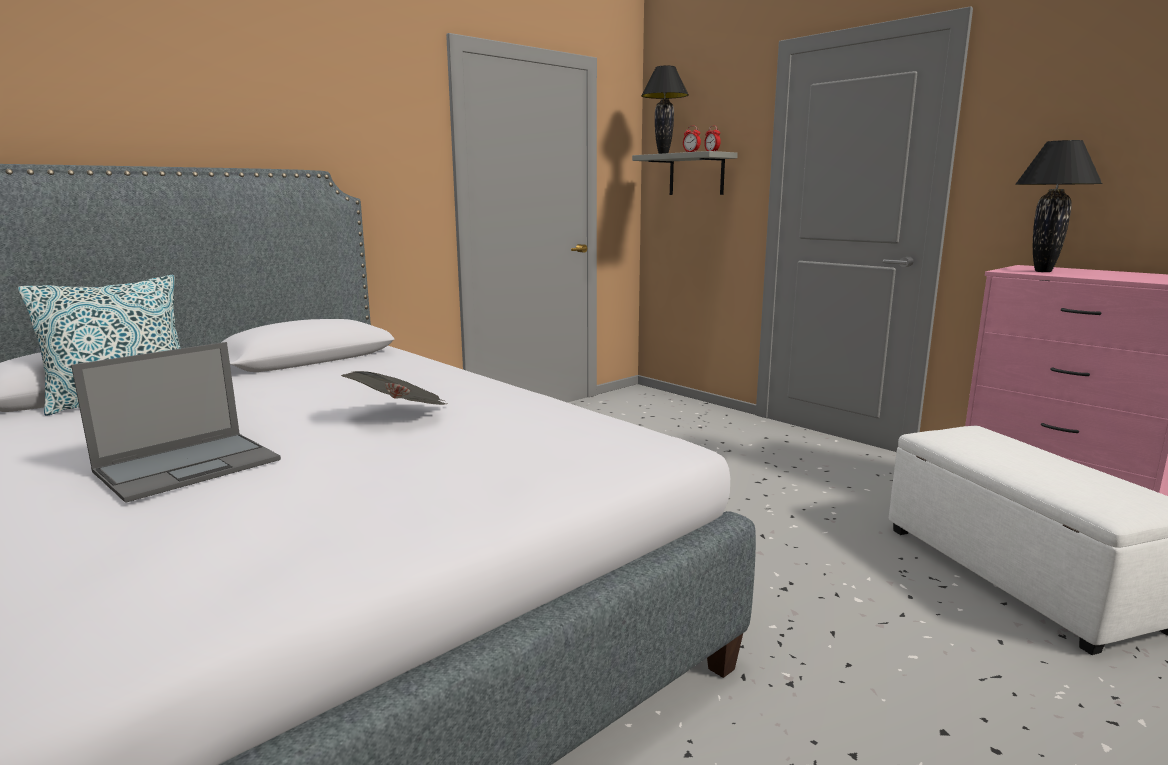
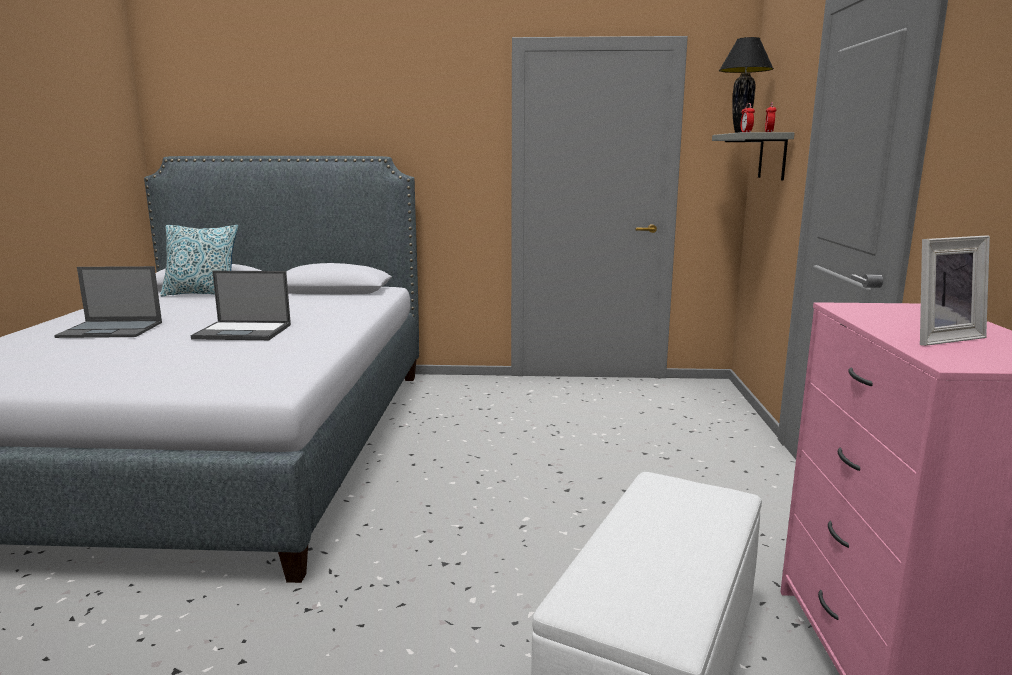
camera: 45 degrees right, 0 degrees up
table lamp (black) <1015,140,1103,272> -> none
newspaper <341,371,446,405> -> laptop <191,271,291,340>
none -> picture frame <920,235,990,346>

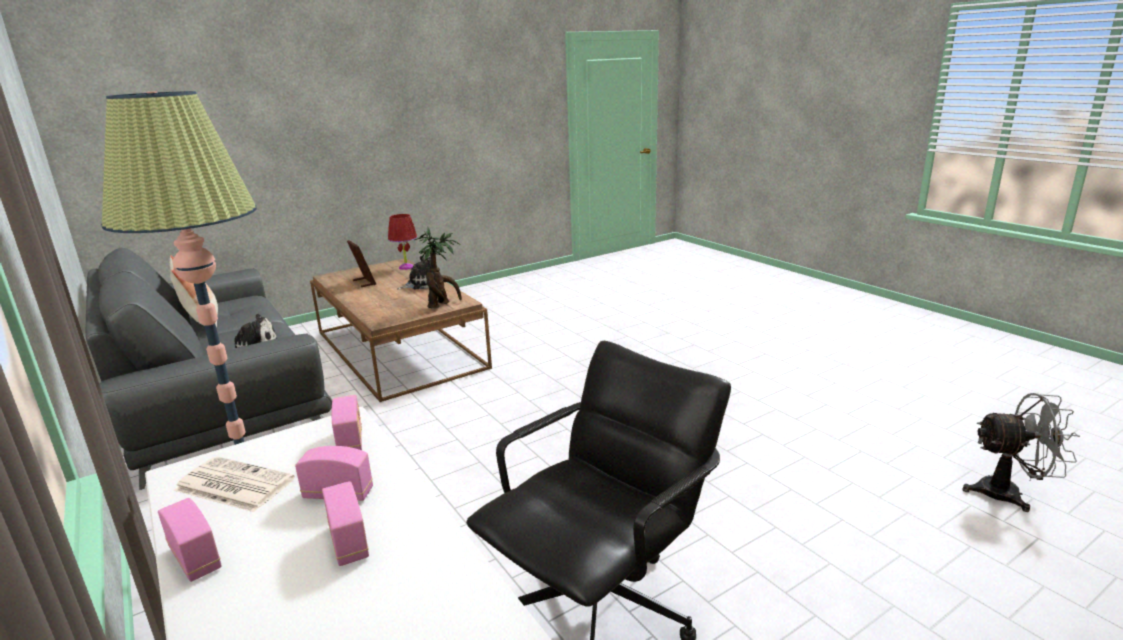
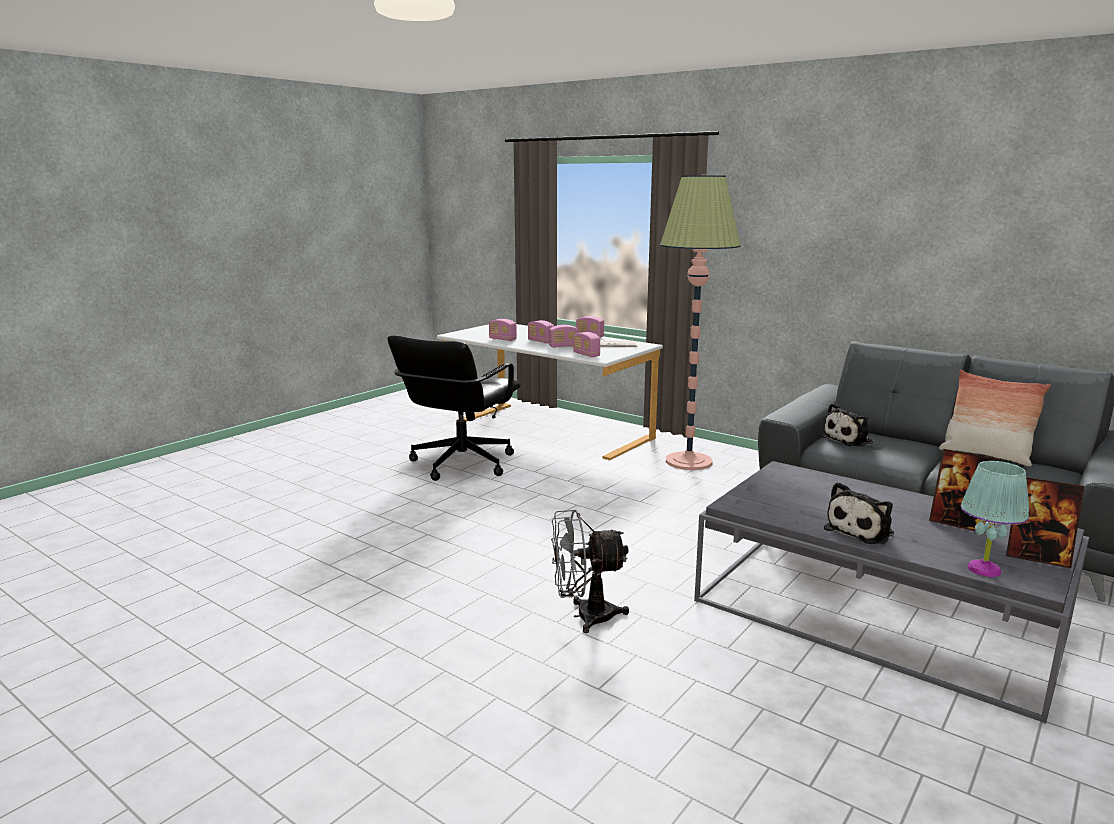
camera: 160 degrees right, 5 degrees down
table lamp (red) <388,214,417,270> -> table lamp (turquoise) <961,461,1029,577>
potted plant <414,227,462,308> -> none
coffee table (brown) <310,259,492,403> -> coffee table (grey) <694,461,1089,724>
fan (grey) <963,393,1080,512> -> fan (grey) <551,510,629,633>, relocated
none -> radio <489,319,517,341>
none -> picture frame <1006,477,1084,568>

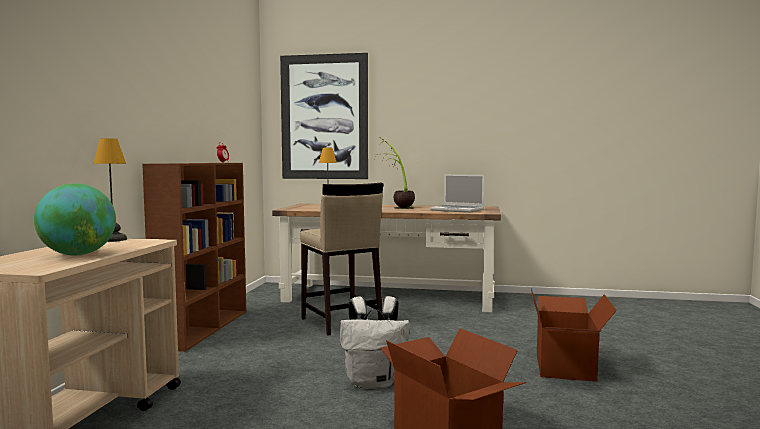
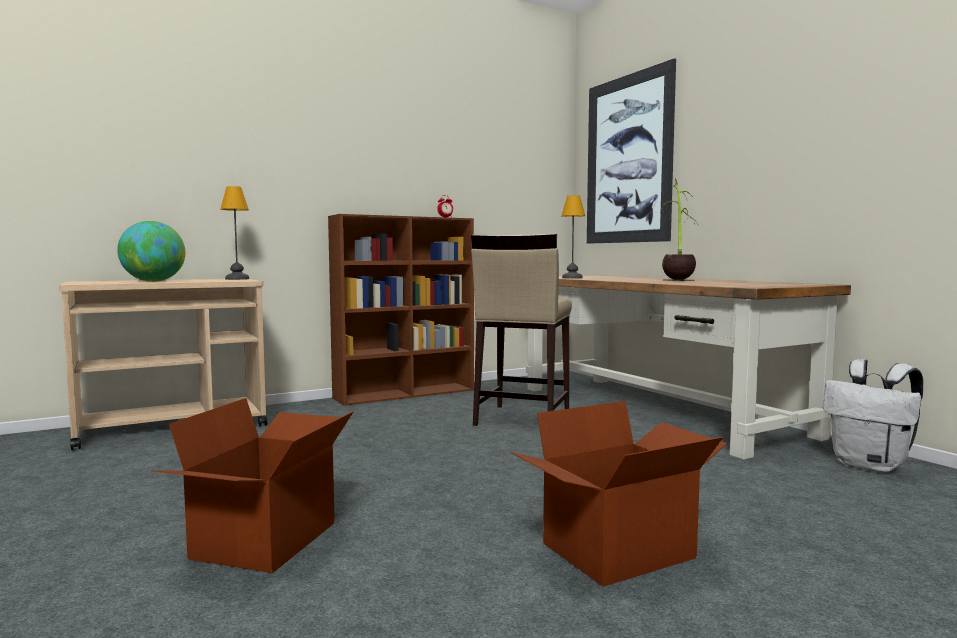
camera: 50 degrees right, 0 degrees up
laptop <430,174,484,213> -> none
backpack (white) <340,296,410,389> -> backpack (white) <823,359,923,473>, relocated

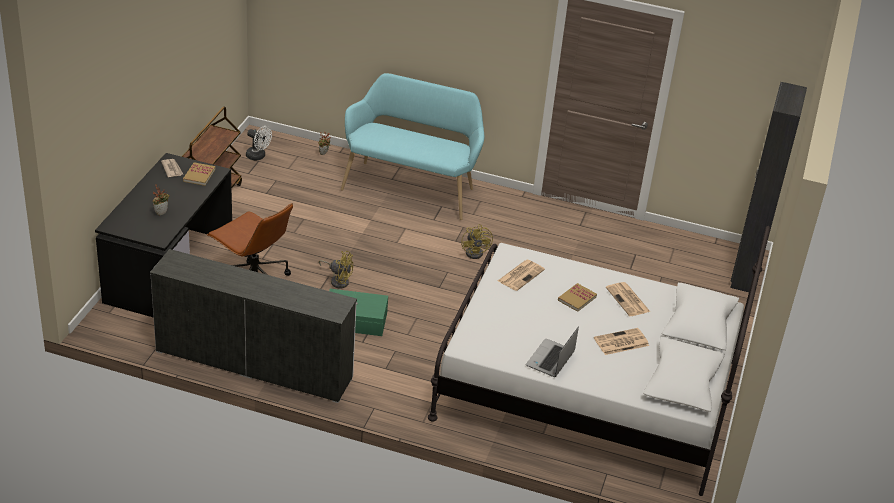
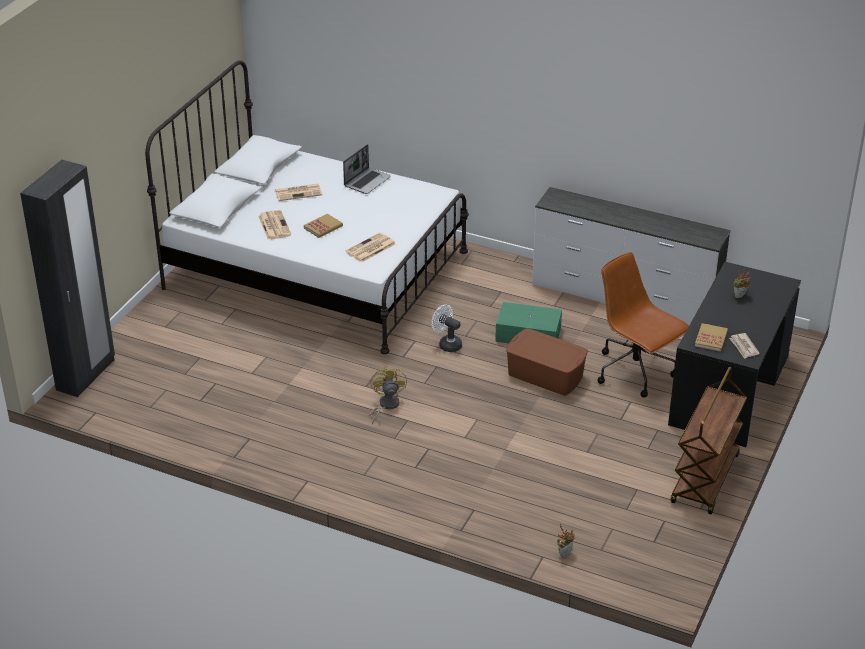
camera: 170 degrees left, 0 degrees up
bench (turquoise) <341,73,485,220> -> none
fan (white) <246,126,272,160> -> fan (white) <431,304,462,352>, relocated
fan (yellow) <319,251,353,288> -> storage box (brown) <506,328,588,396>

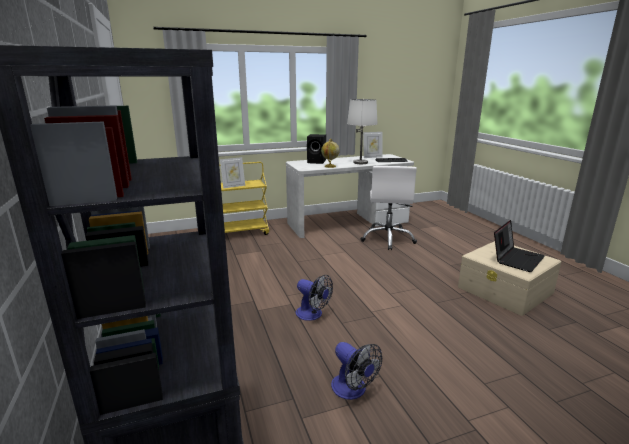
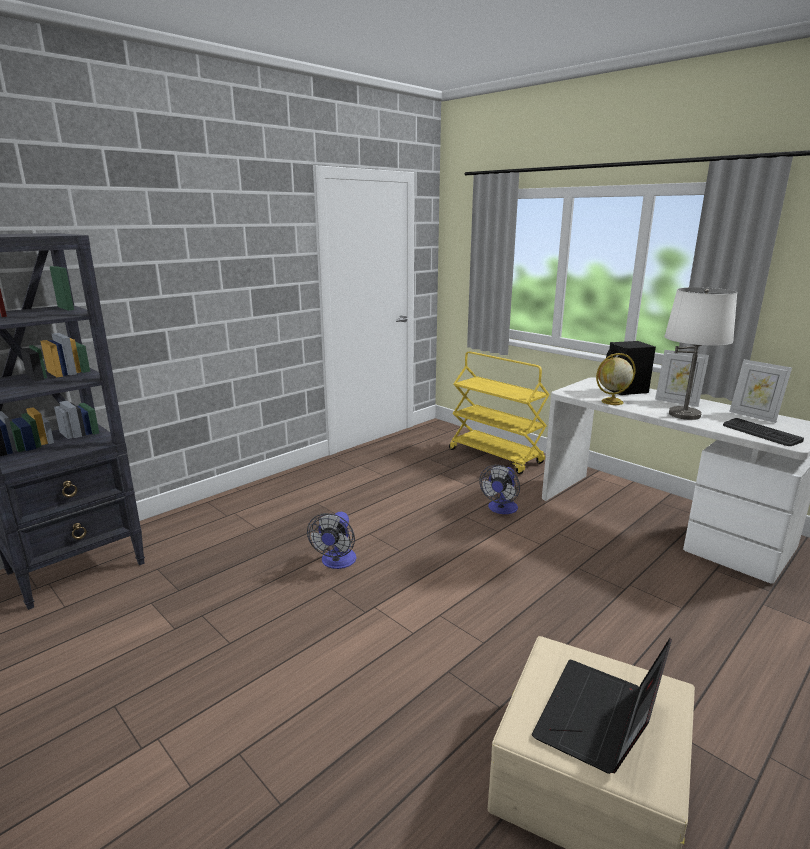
camera: 65 degrees right, 0 degrees up
picture frame <220,157,245,188> -> picture frame <655,350,709,407>, relocated
office chair (white) <360,166,417,250> -> none
laptop <494,220,545,272> -> laptop <532,638,672,774>, 105 degrees clockwise
fan <331,342,382,400> -> fan <479,465,520,514>, relocated

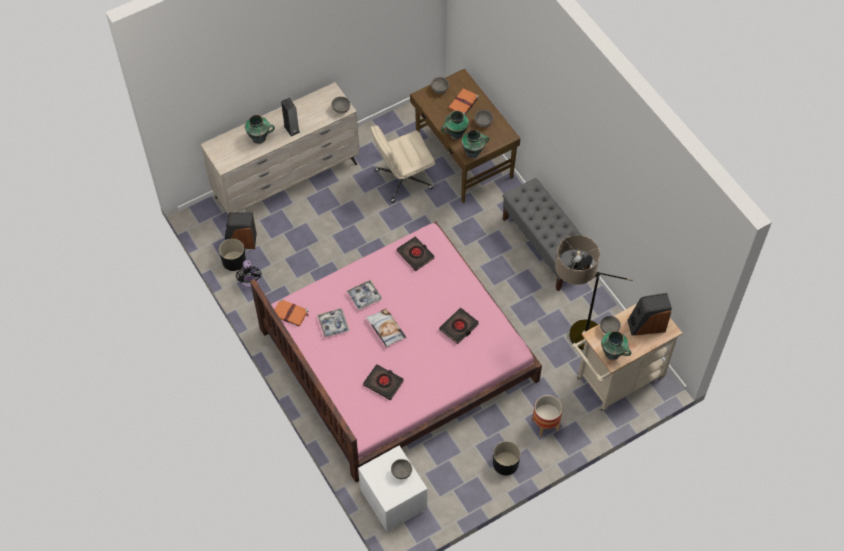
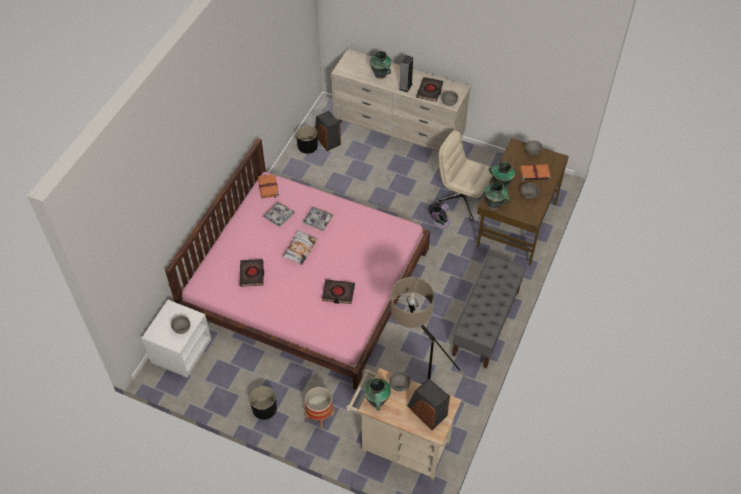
camera: 55 degrees right, 5 degrees down
book (black) <397,236,435,271> -> book (black) <416,77,443,102>, relocated
fan (black) <236,260,262,288> -> fan (black) <428,204,450,229>, relocated

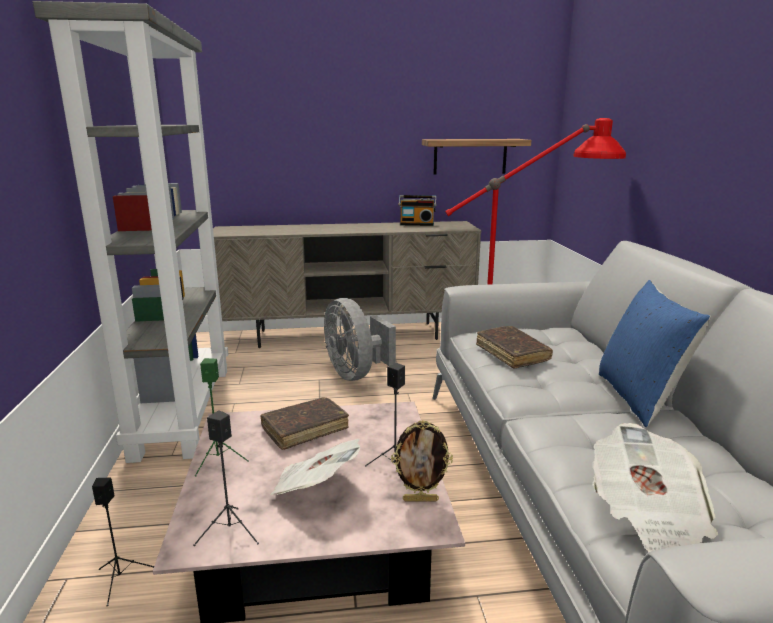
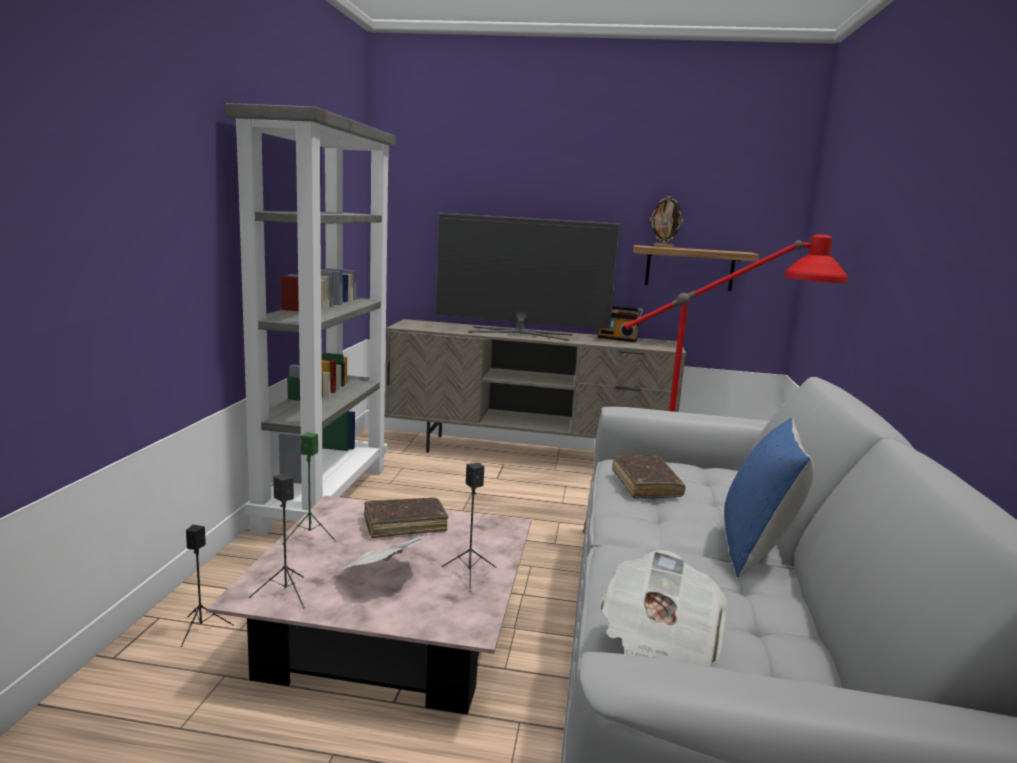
camera: 15 degrees right, 5 degrees down
fan (grey) <324,298,396,381> -> none
picture frame <391,420,453,501> -> picture frame <650,196,683,248>, relocated
none -> television <436,213,620,341>

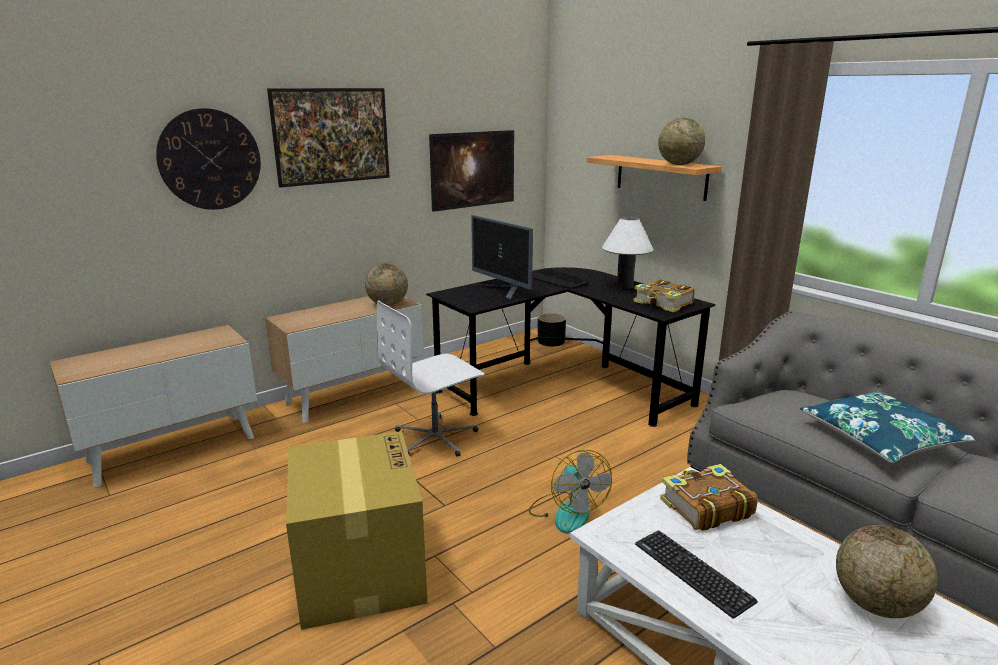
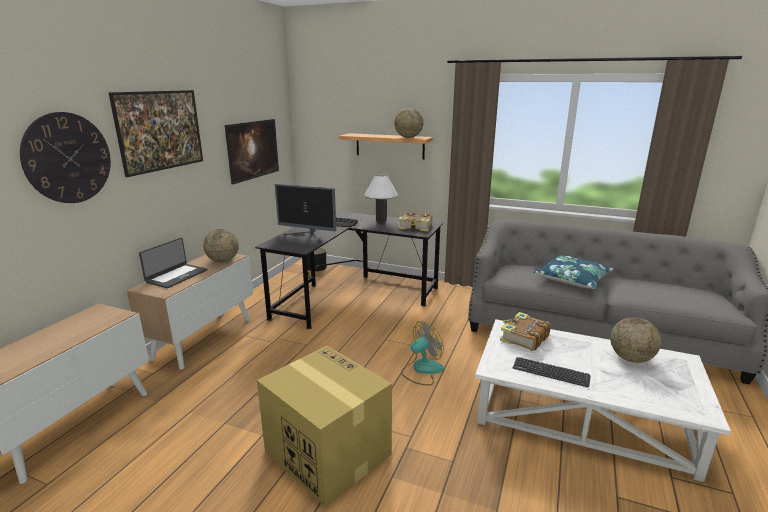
camera: 30 degrees left, 0 degrees up
office chair (white) <377,301,484,457> -> none
fan <529,450,612,534> -> fan <401,321,444,385>, 75 degrees counterclockwise
none -> laptop <139,237,207,288>

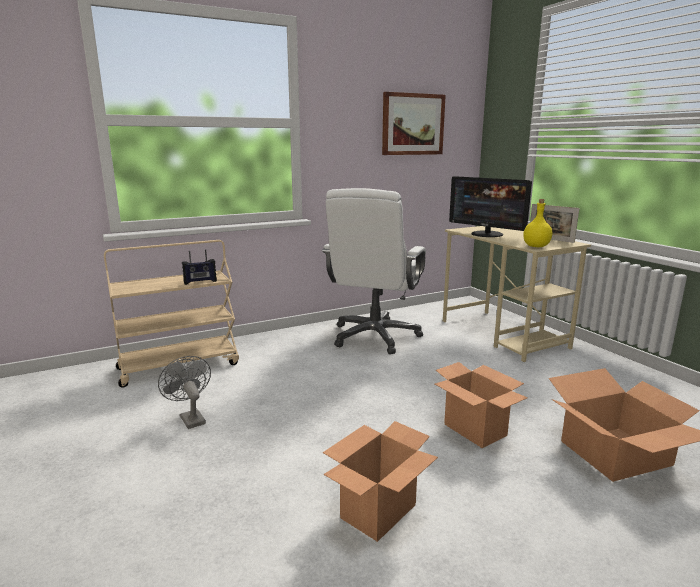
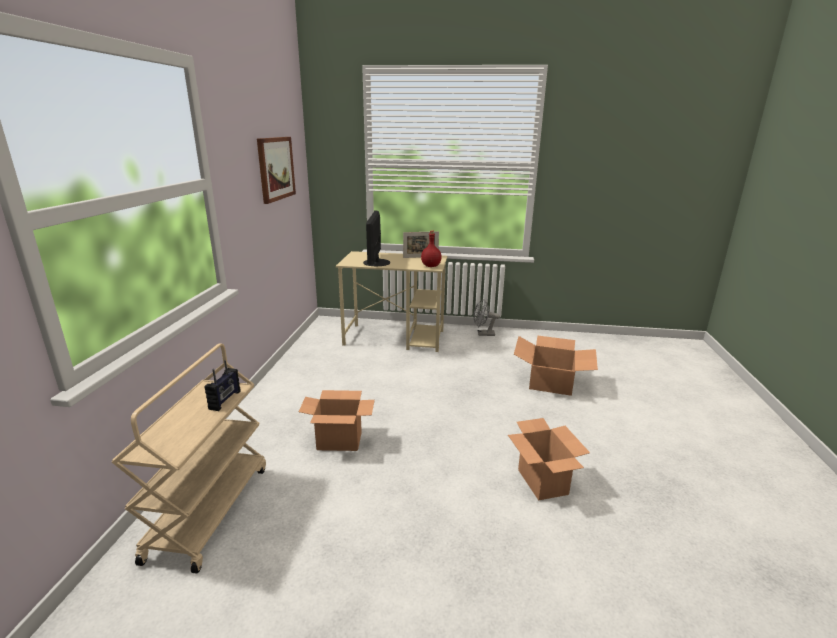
camera: 55 degrees left, 5 degrees up
monitor <449,176,532,237> -> monitor <363,210,390,266>, 105 degrees clockwise
office chair (white) <322,188,426,354> -> none
bottle (yellow) <523,199,552,247> -> bottle (red) <421,231,442,267>
fan (grey) <158,356,211,429> -> fan (grey) <473,299,500,336>, relocated
cardboard box <435,362,528,448> -> cardboard box <299,390,375,451>, relocated

